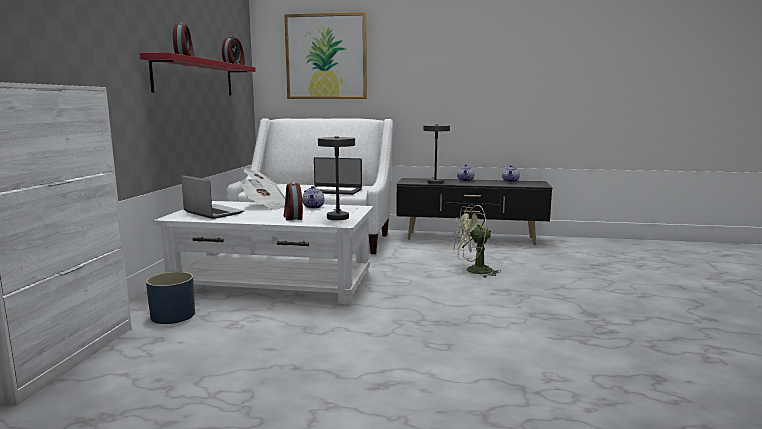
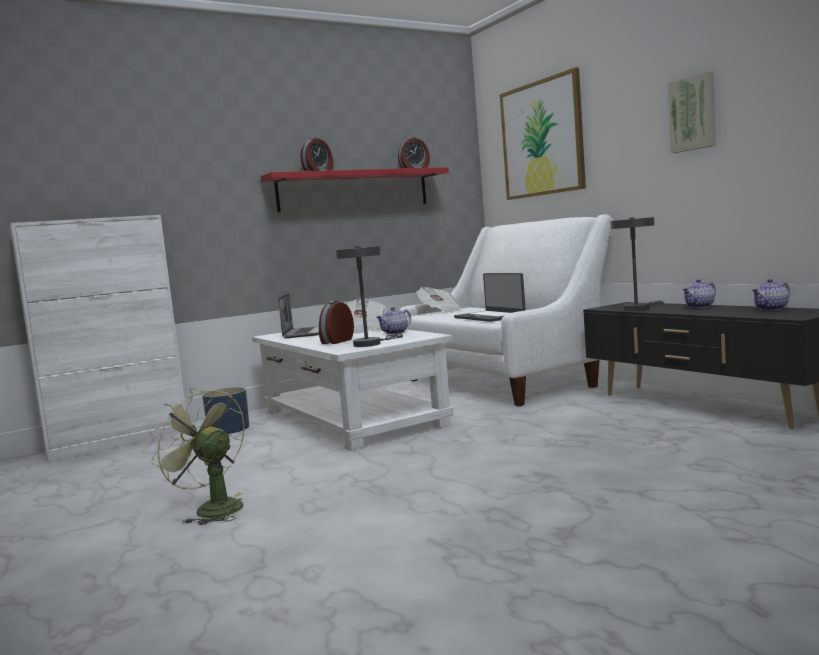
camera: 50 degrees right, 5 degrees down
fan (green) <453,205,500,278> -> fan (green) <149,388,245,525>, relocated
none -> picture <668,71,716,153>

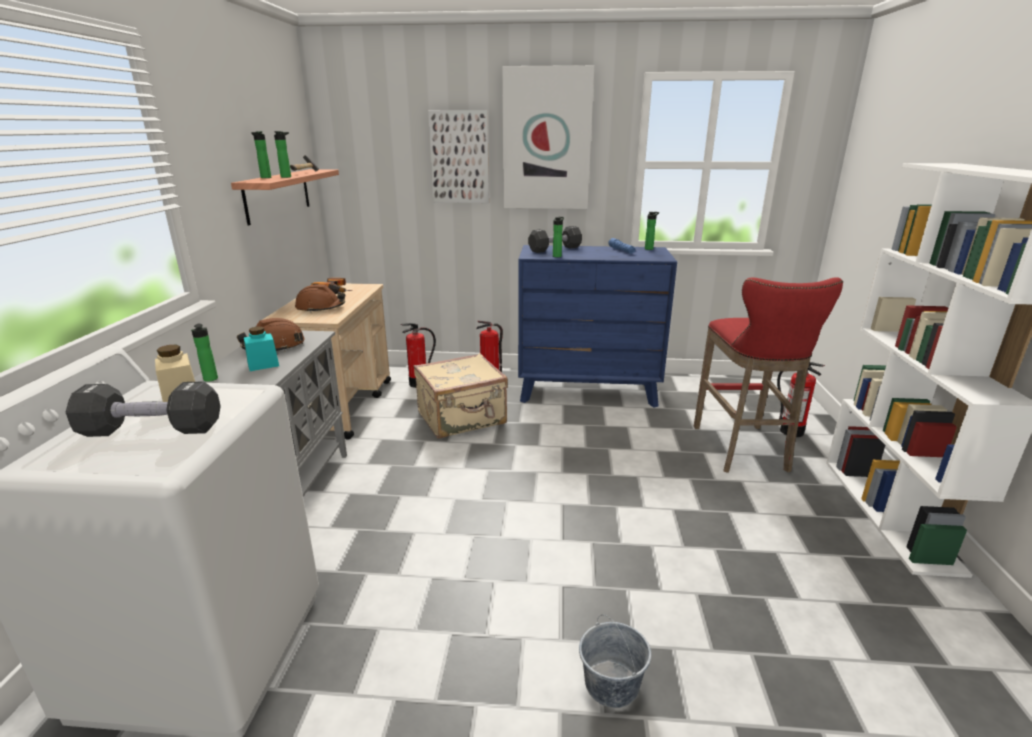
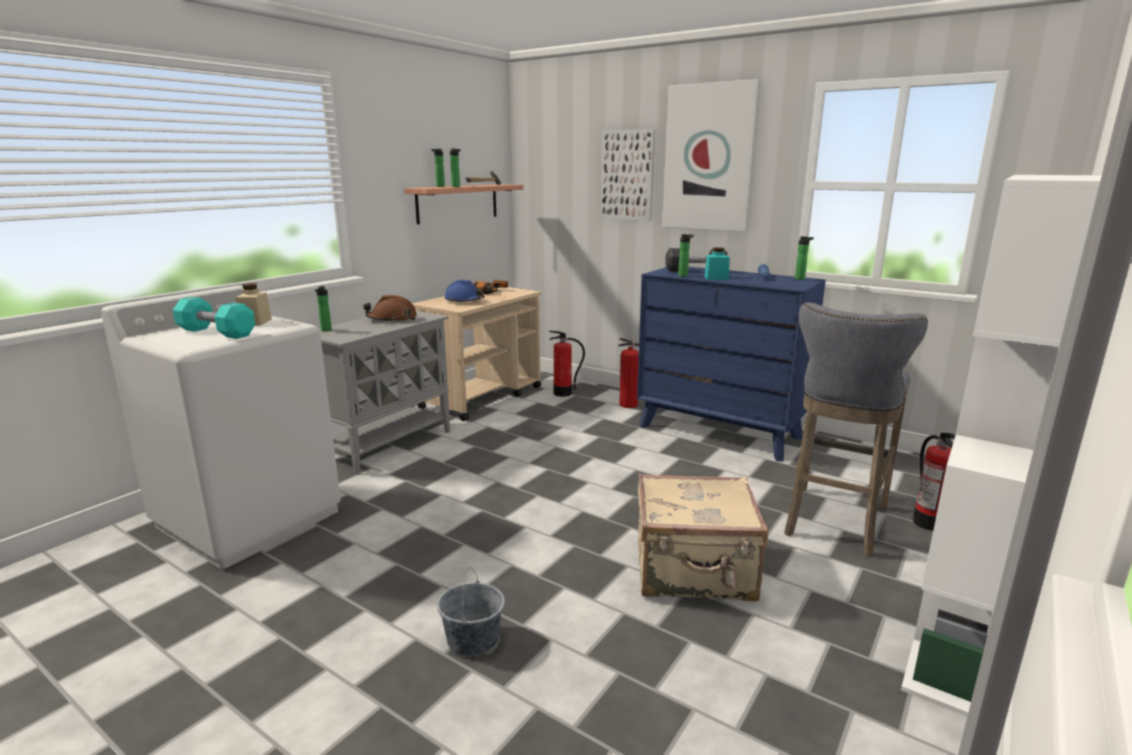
camera: 30 degrees right, 5 degrees down
stool (red) <694,277,843,473> -> stool (grey) <784,302,928,557>
hard hat (brown) <295,284,345,313> -> hard hat (blue) <445,280,485,303>
jar (turquoise) <244,326,279,371> -> jar (turquoise) <704,247,730,280>, relocated
suitcase (beige) <413,353,508,438> -> suitcase (beige) <638,474,768,602>, relocated
dumbbell (black) <66,381,221,437> -> dumbbell (turquoise) <173,297,255,339>

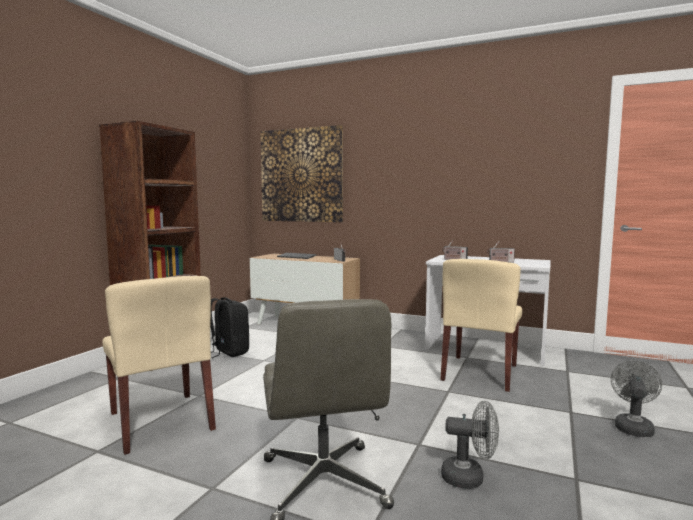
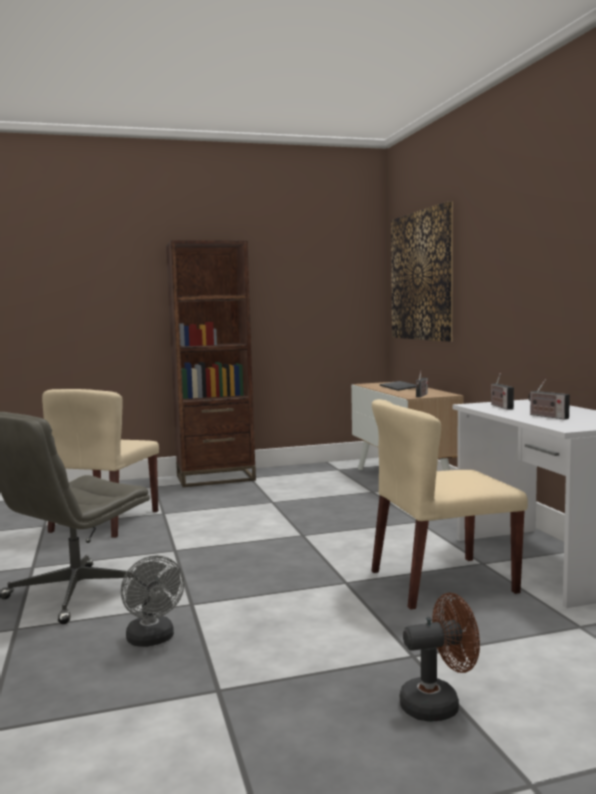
camera: 50 degrees right, 0 degrees up
backpack (black) <210,297,249,358> -> none
fan (grey) <611,360,662,437> -> fan (brown) <400,593,480,722>

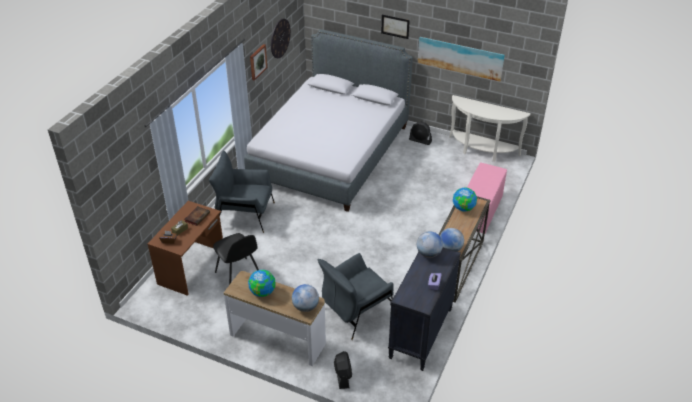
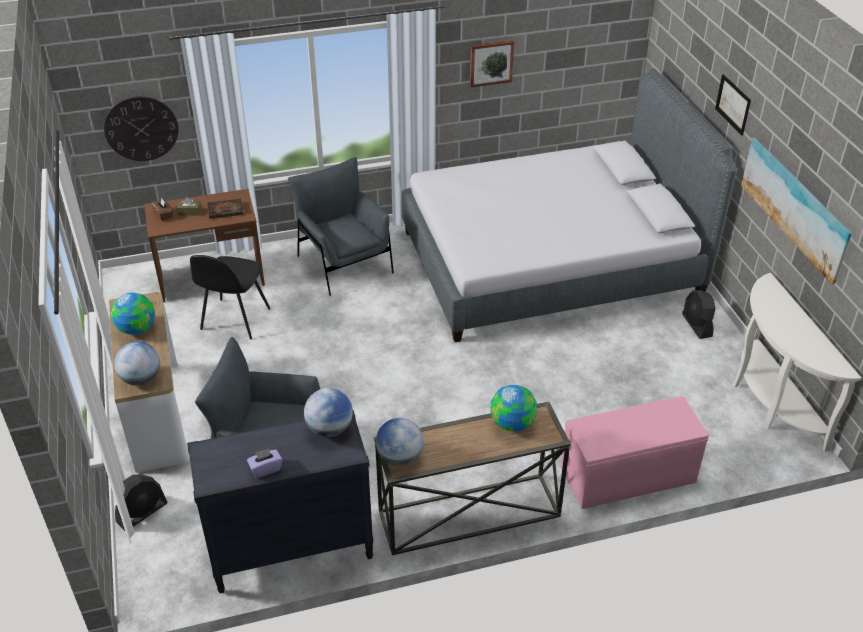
camera: 50 degrees right, 0 degrees up
wall clock <271,19,291,58> -> wall clock <104,96,179,161>, relocated

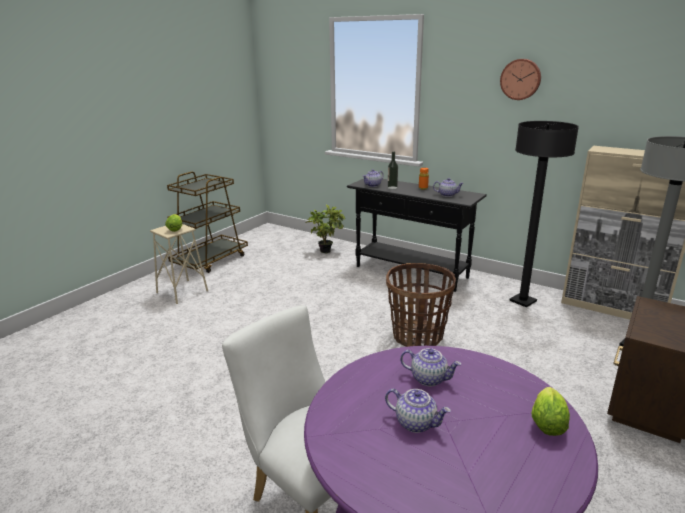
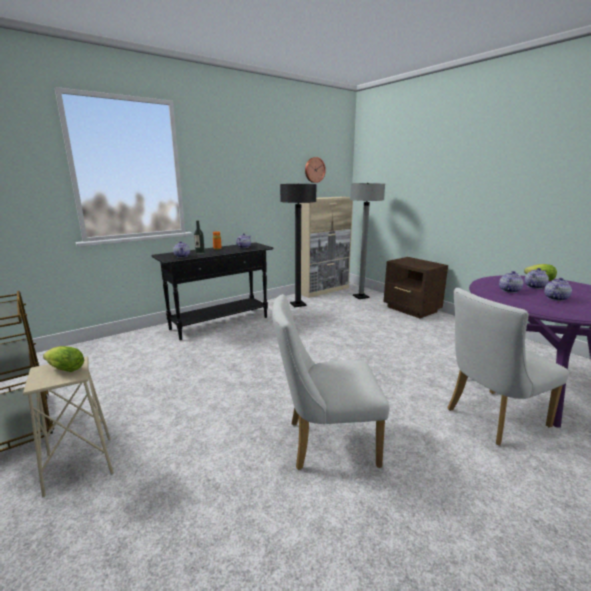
camera: 70 degrees left, 5 degrees down
wall clock <500,59,541,100> -> wall clock <305,157,326,183>, relocated
potted plant <305,205,345,253> -> none
basket <386,263,456,347> -> none
none -> teapot <524,268,549,289>
none -> chair (white) <272,294,390,470>

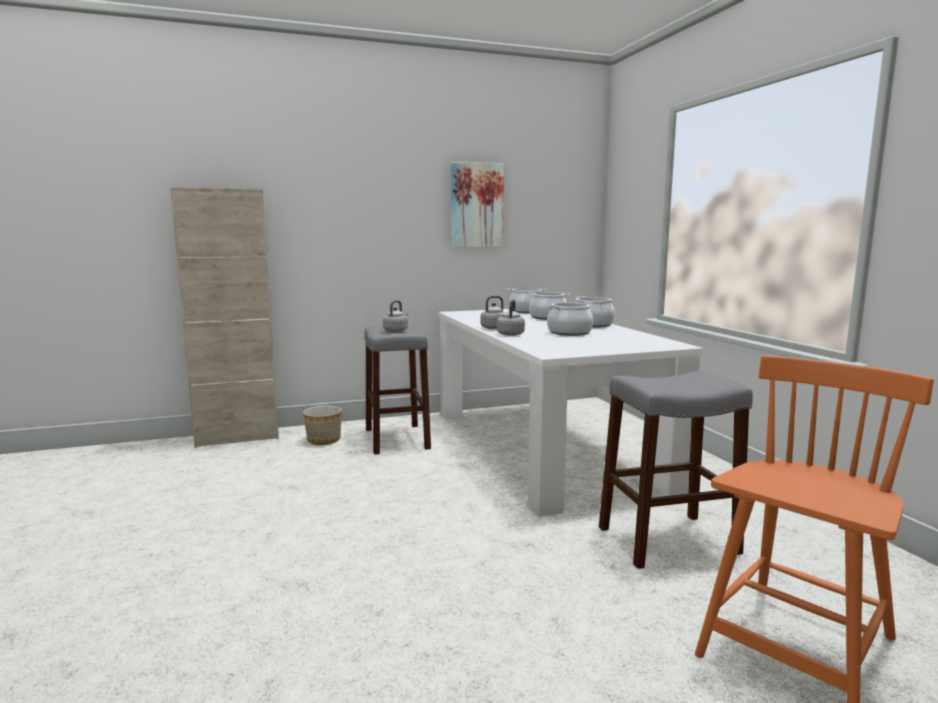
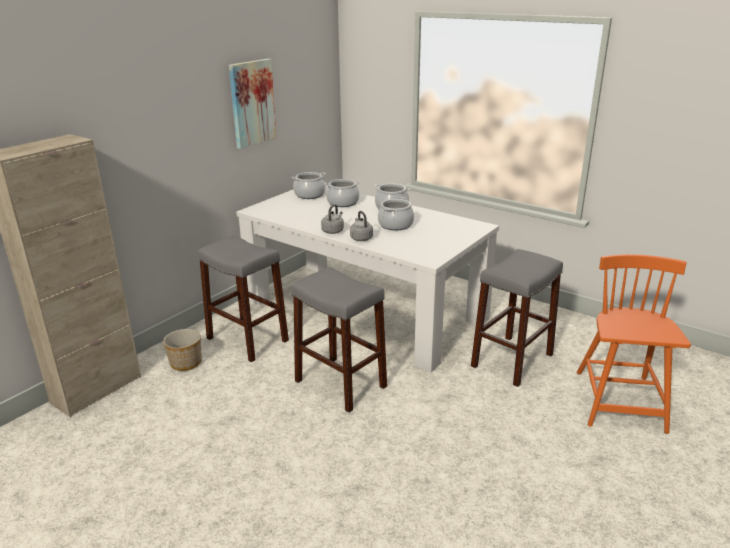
camera: 35 degrees left, 15 degrees up
kettle (grey) <383,300,408,332> -> none
none -> stool (grey) <292,267,387,413>

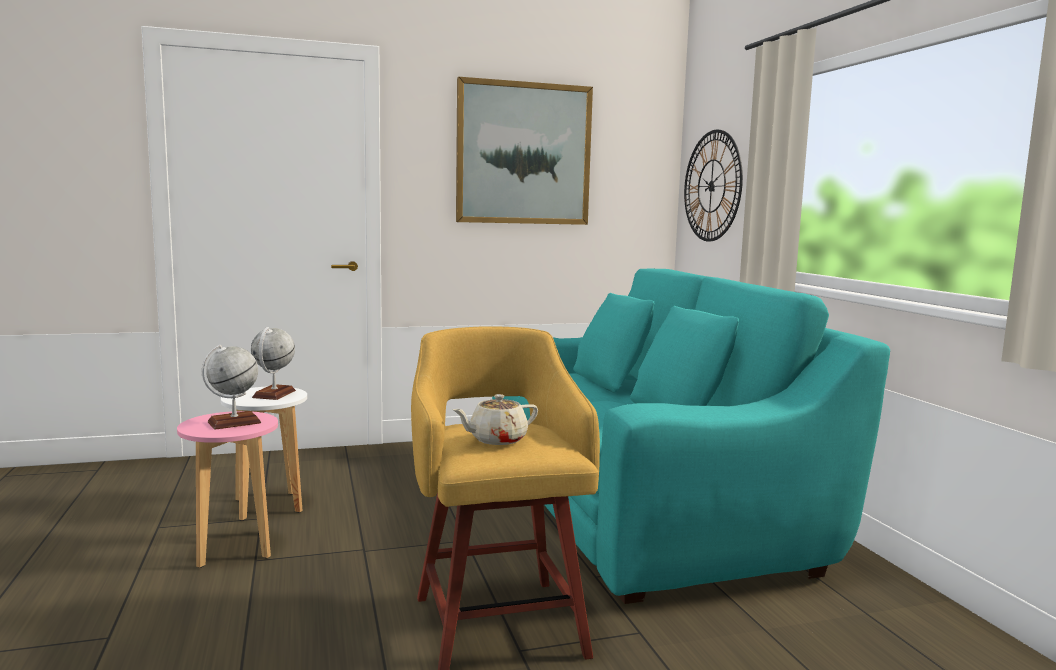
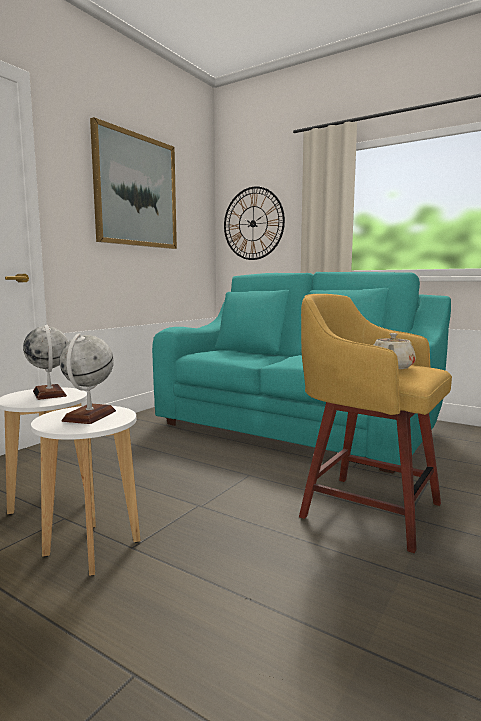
camera: 40 degrees left, 0 degrees up
stool (pink) <177,411,278,568> -> stool (white) <31,406,141,576>

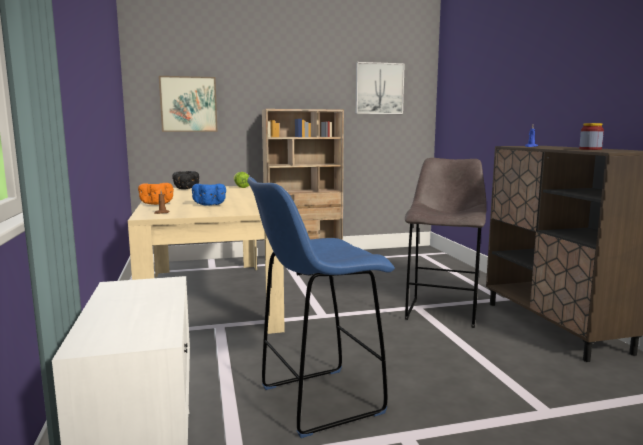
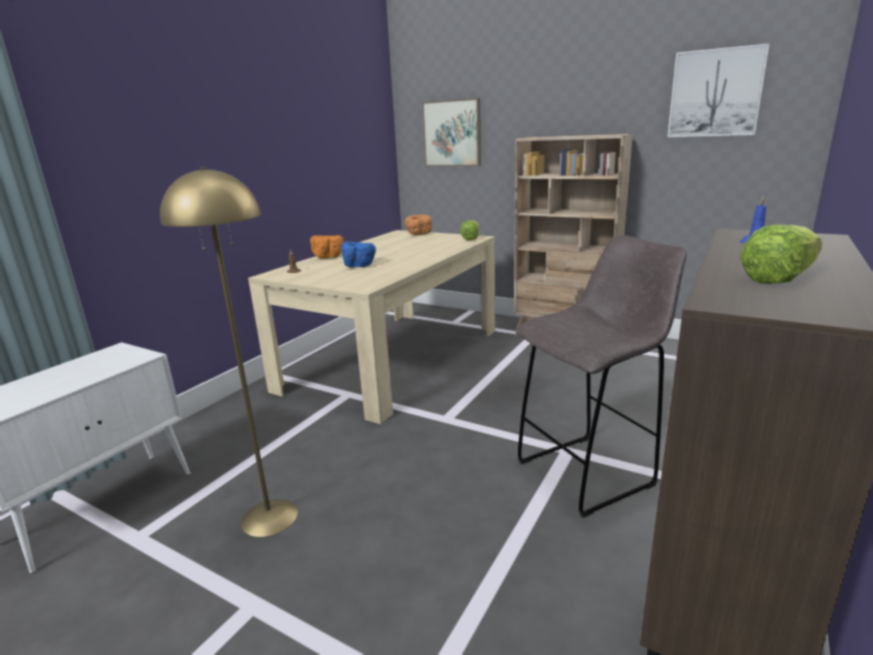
camera: 45 degrees right, 10 degrees up
jar <579,123,604,150> -> lettuce <740,225,822,284>
bowl (black) <172,171,199,189> -> bowl (orange) <405,215,432,235>
stool (blue) <247,177,395,438> -> floor lamp (yellow) <160,167,298,537>

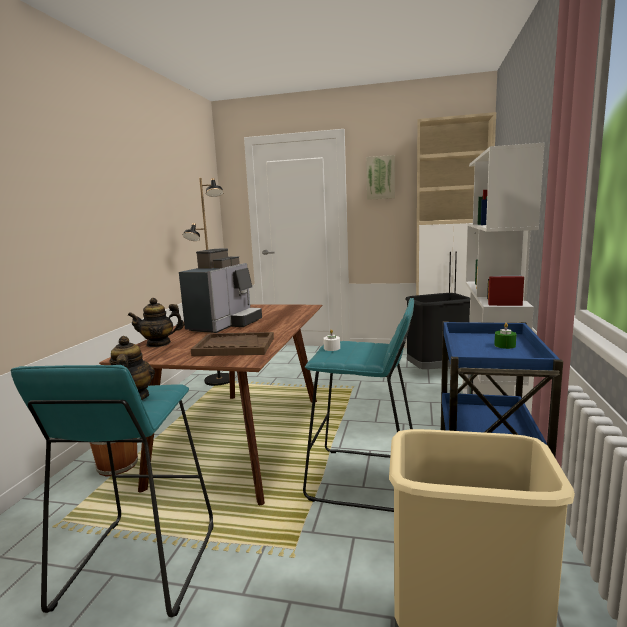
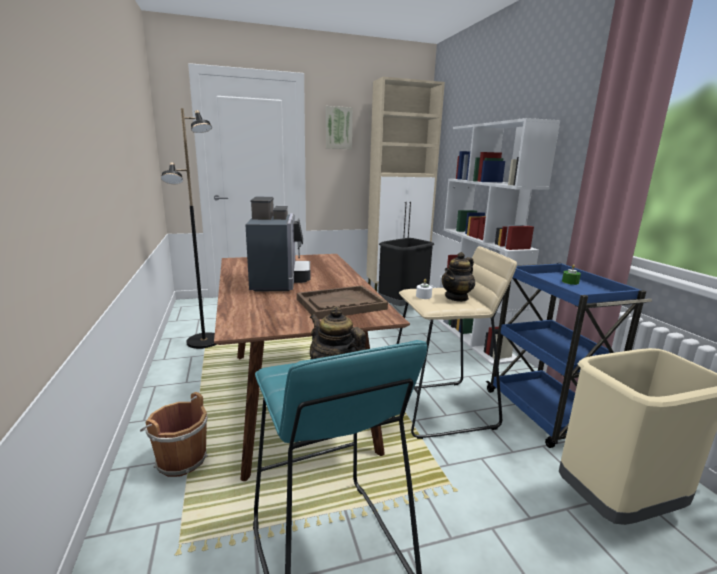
camera: 30 degrees left, 5 degrees up
teapot <128,298,184,347> -> teapot <442,252,475,302>, relocated
stool (turquoise) <303,298,414,512> -> stool (beige) <397,246,517,439>

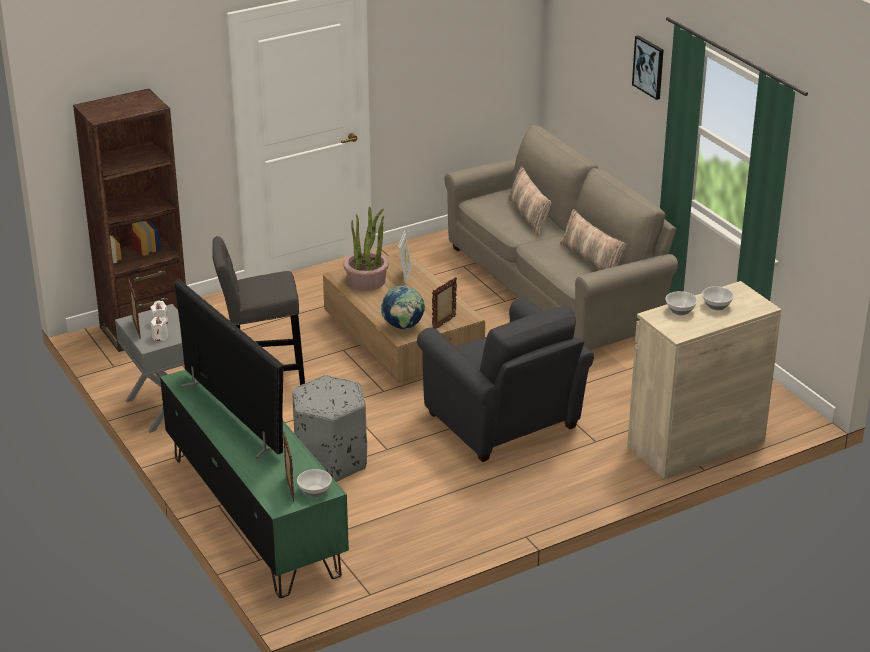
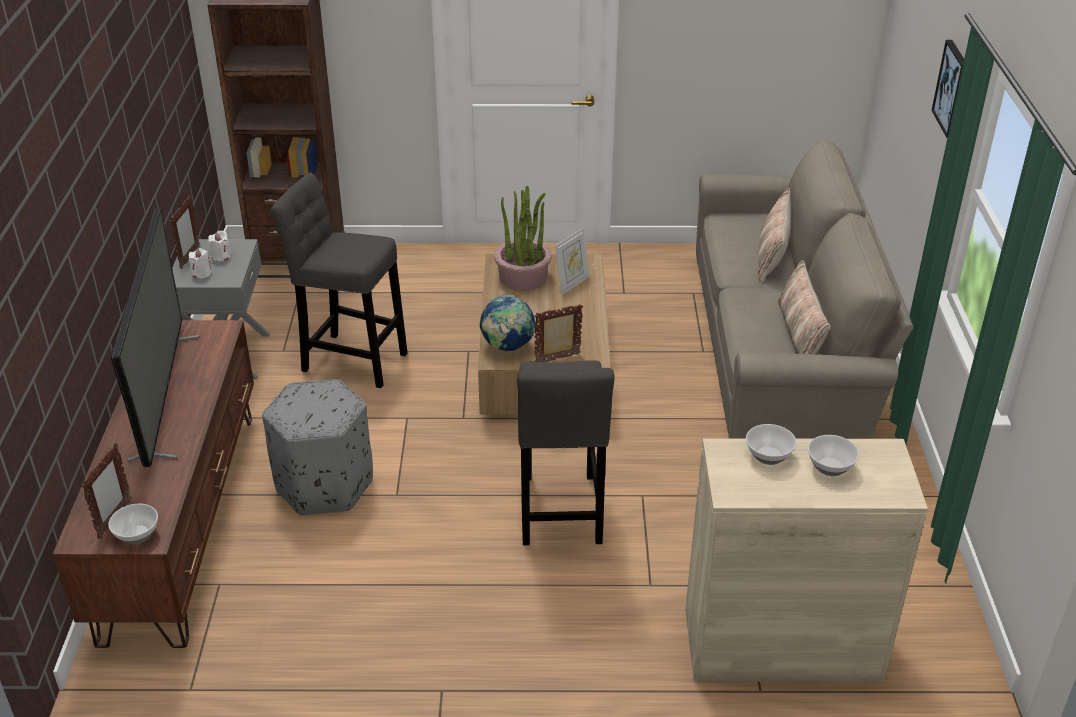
camera: 30 degrees right, 5 degrees up
armchair (grey) <417,297,594,462> -> stool (grey) <517,360,614,545>
tv stand (green) <160,370,349,598> -> tv stand (brown) <53,320,254,648>

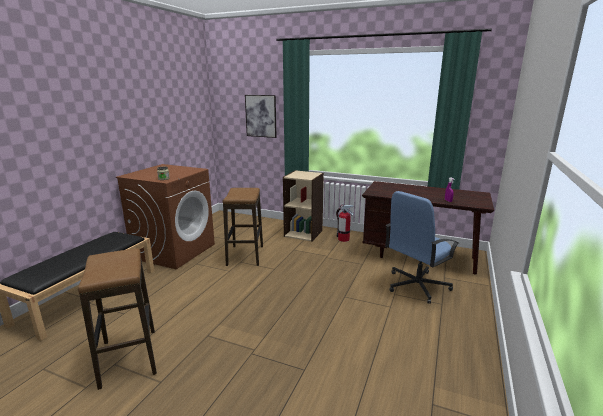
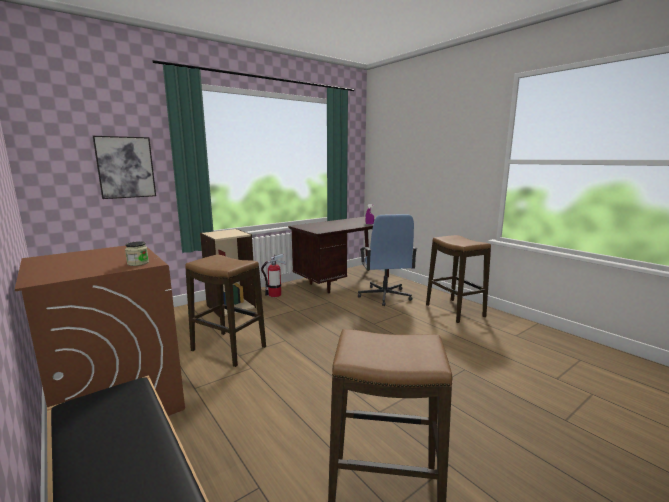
camera: 60 degrees left, 5 degrees down
none -> stool <426,235,491,323>

